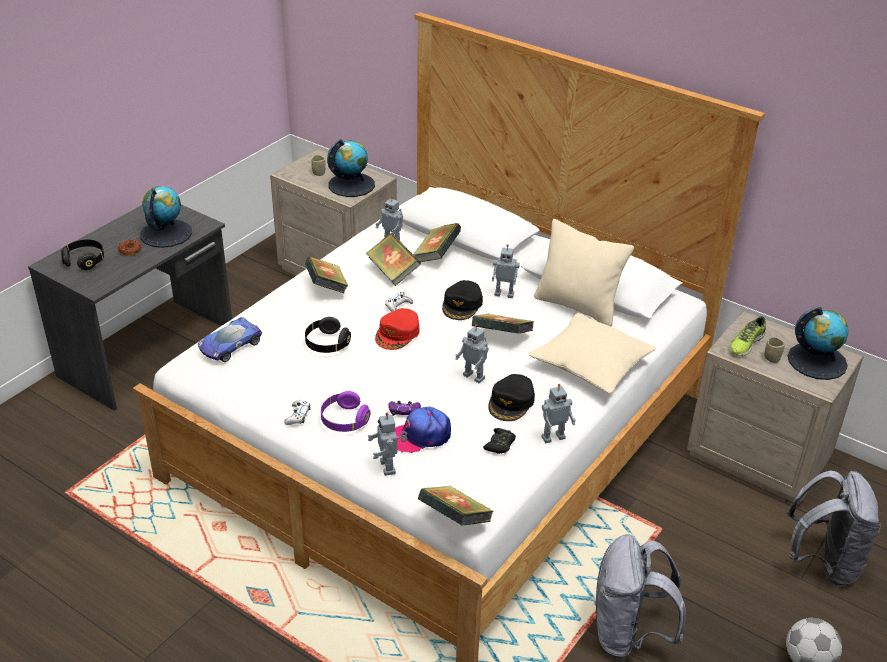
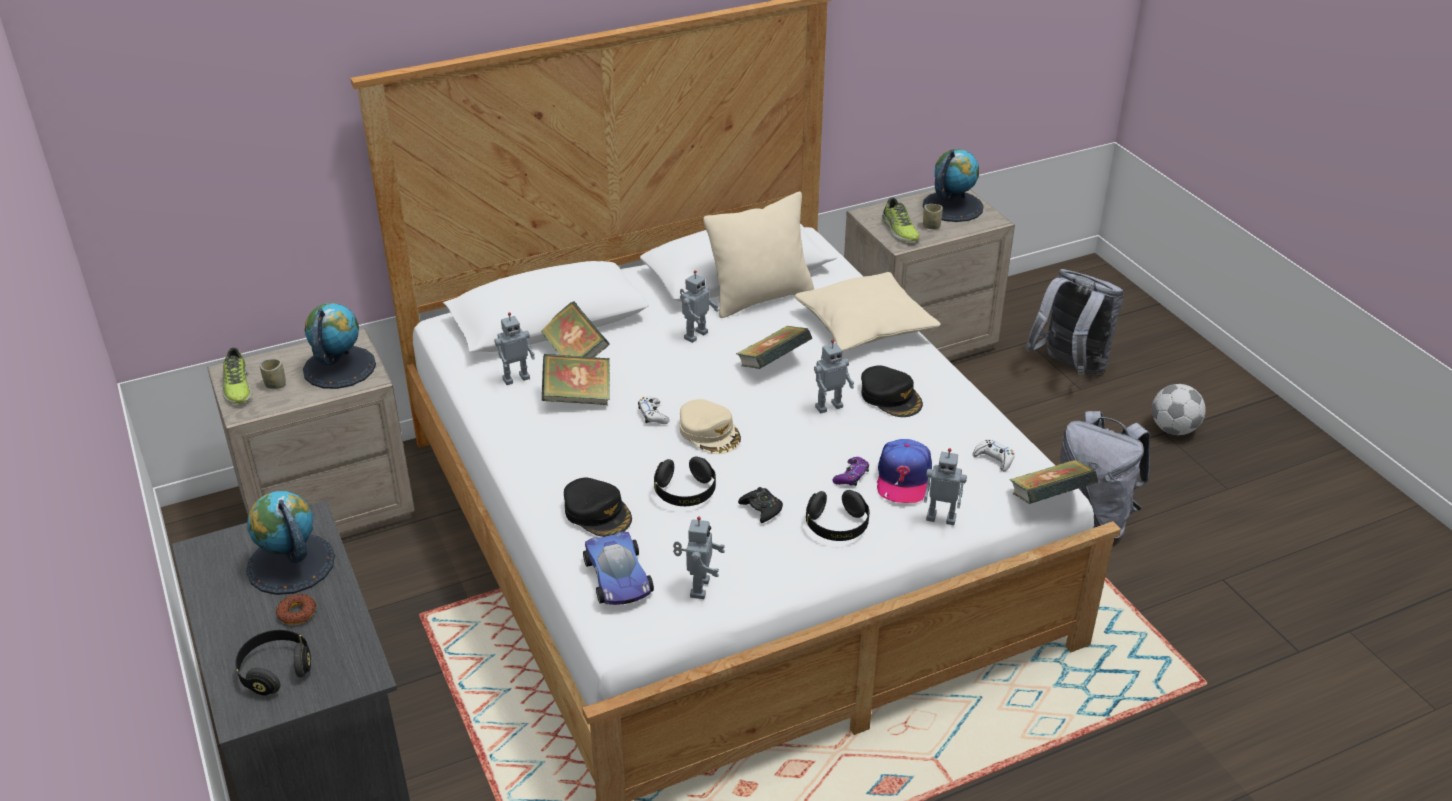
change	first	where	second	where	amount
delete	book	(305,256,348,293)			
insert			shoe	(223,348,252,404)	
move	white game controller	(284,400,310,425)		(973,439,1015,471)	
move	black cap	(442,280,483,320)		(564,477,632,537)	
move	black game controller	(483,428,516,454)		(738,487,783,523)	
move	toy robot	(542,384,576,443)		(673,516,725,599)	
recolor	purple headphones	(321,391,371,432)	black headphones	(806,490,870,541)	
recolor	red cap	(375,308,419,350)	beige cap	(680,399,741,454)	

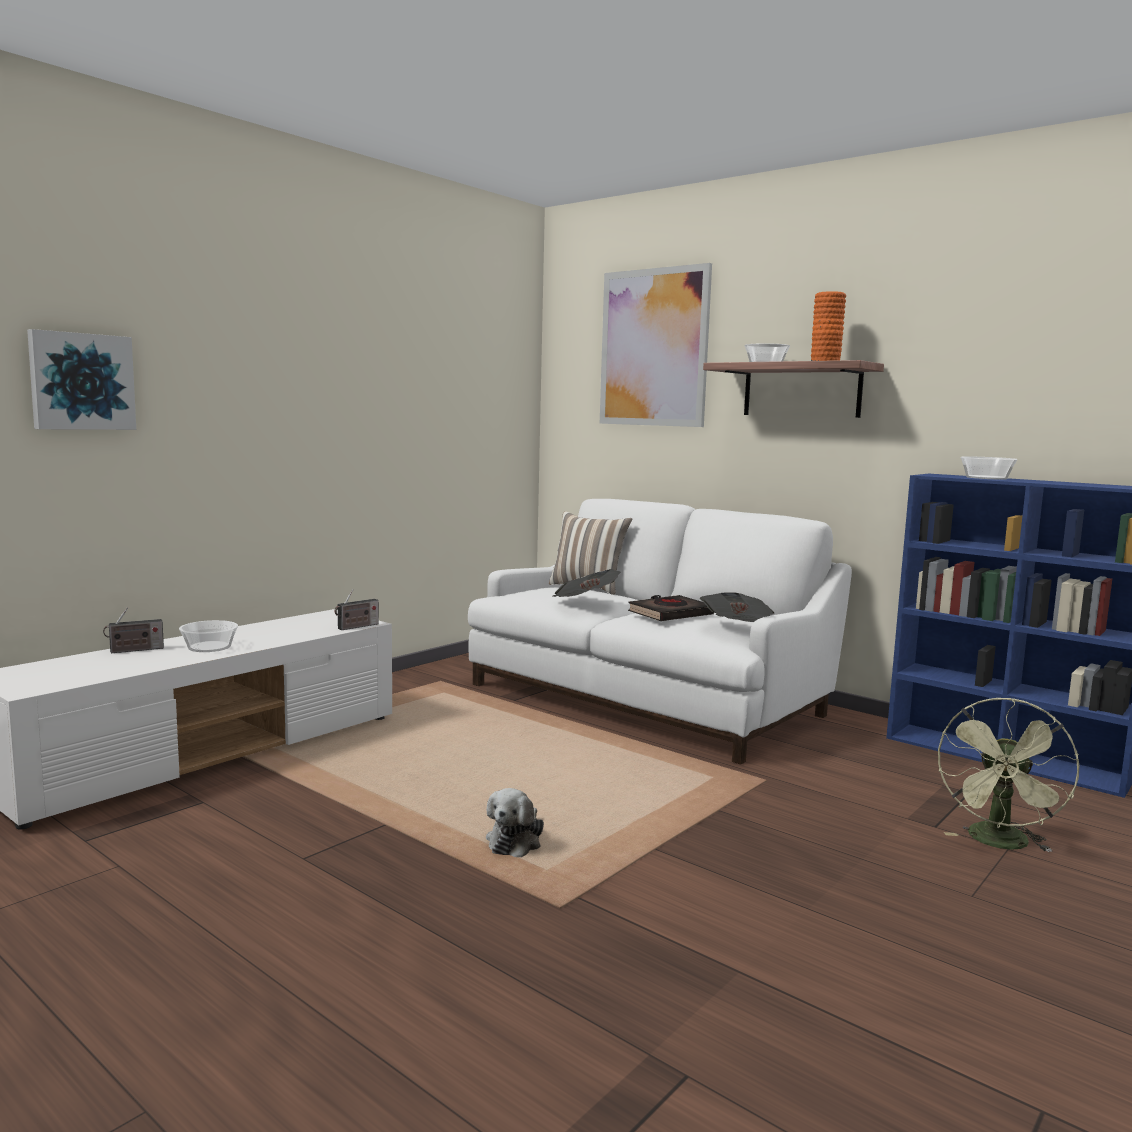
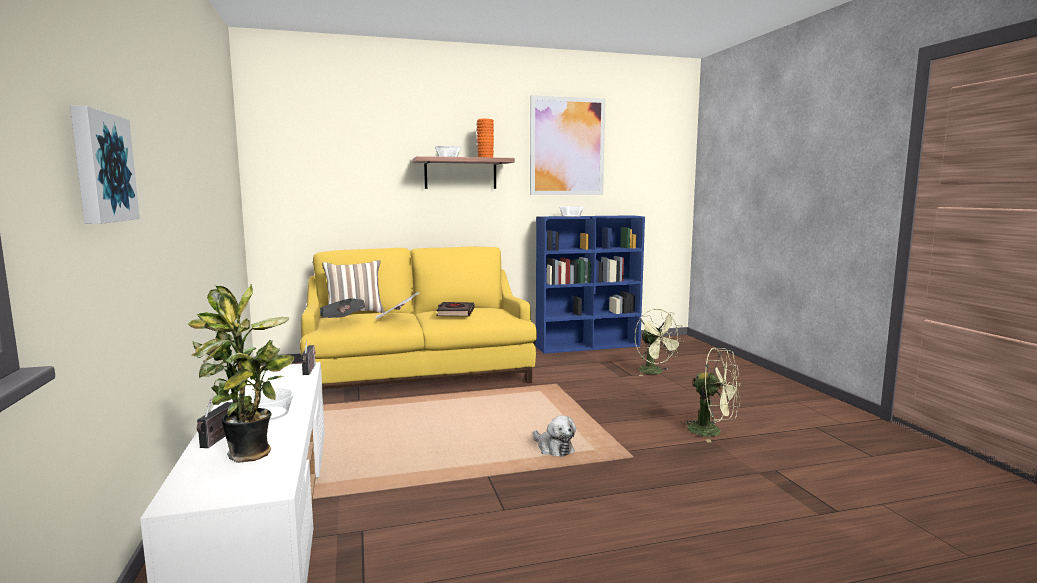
change	first	where	second	where	amount
insert			potted plant	(187,284,295,463)	
insert			green fan	(682,348,741,443)	
move	picture	(600,263,712,427)		(530,95,605,195)	
move	newspaper	(700,592,774,622)		(320,298,366,318)	
recolor	white sofa	(468,499,852,765)	yellow sofa	(300,247,537,389)	

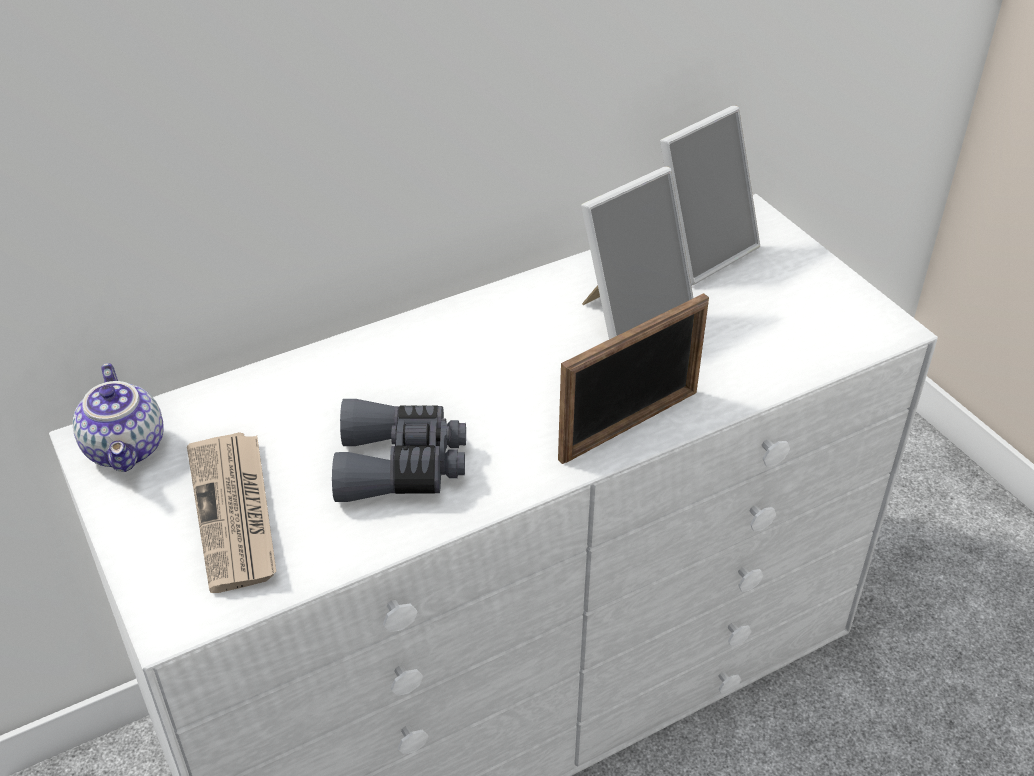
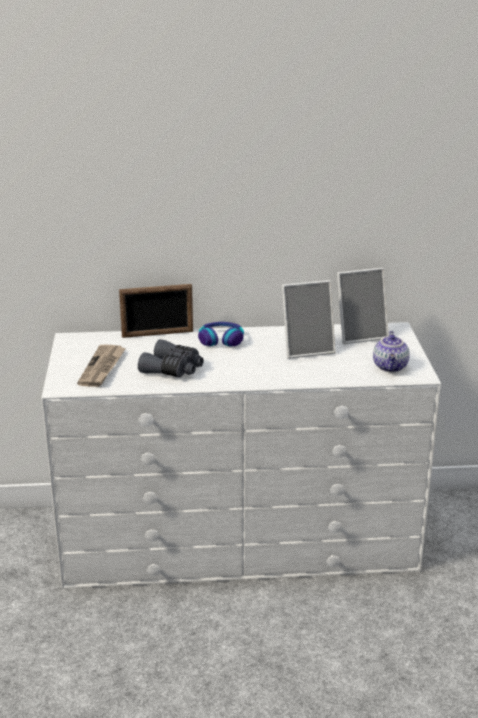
change	first	where	second	where	amount
insert			headphones	(198,322,244,347)	
move	teapot	(73,363,164,472)		(373,331,410,372)	
move	picture frame	(558,293,709,464)		(119,284,193,338)	

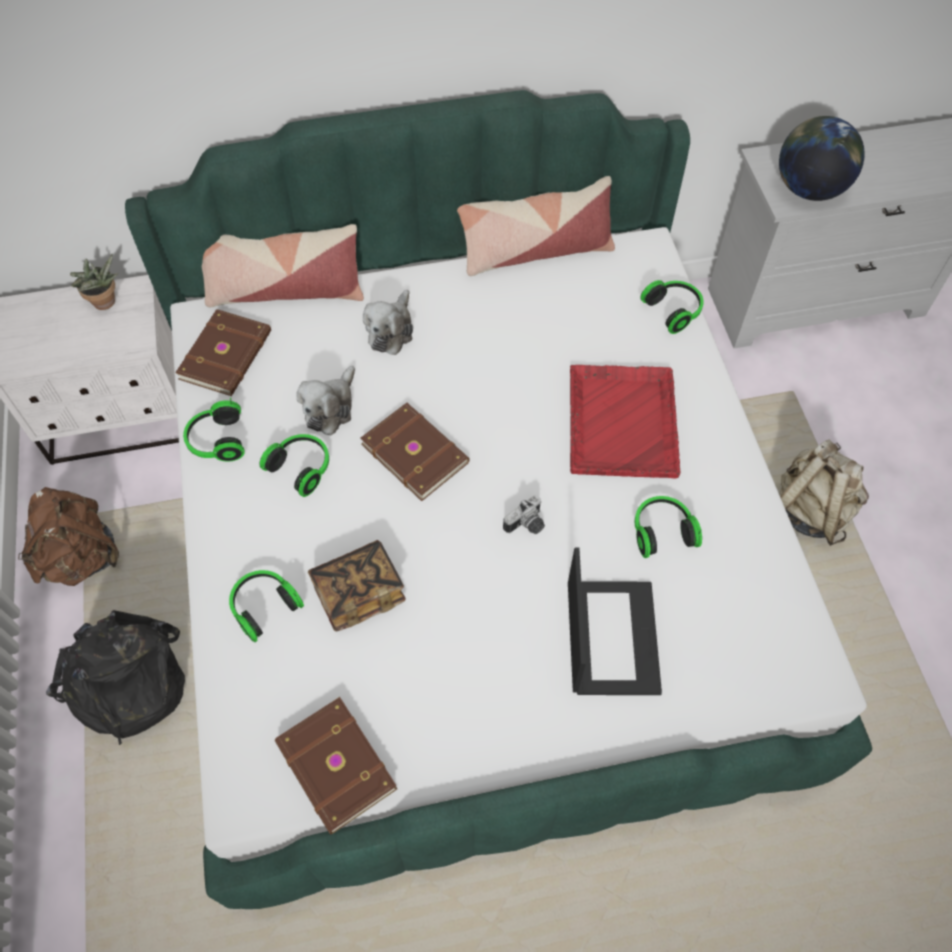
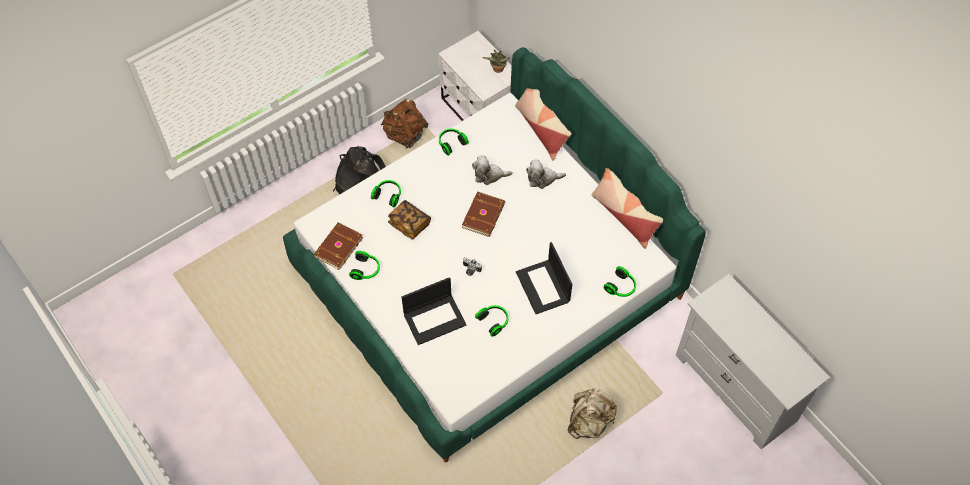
change	first	where	second	where	amount
delete	brown book	(175,309,271,396)			
delete	globe	(779,116,865,201)			
move	headphones	(259,434,329,497)		(349,251,380,280)	
replace	red tray	(570,365,680,478)	laptop	(516,242,572,314)	

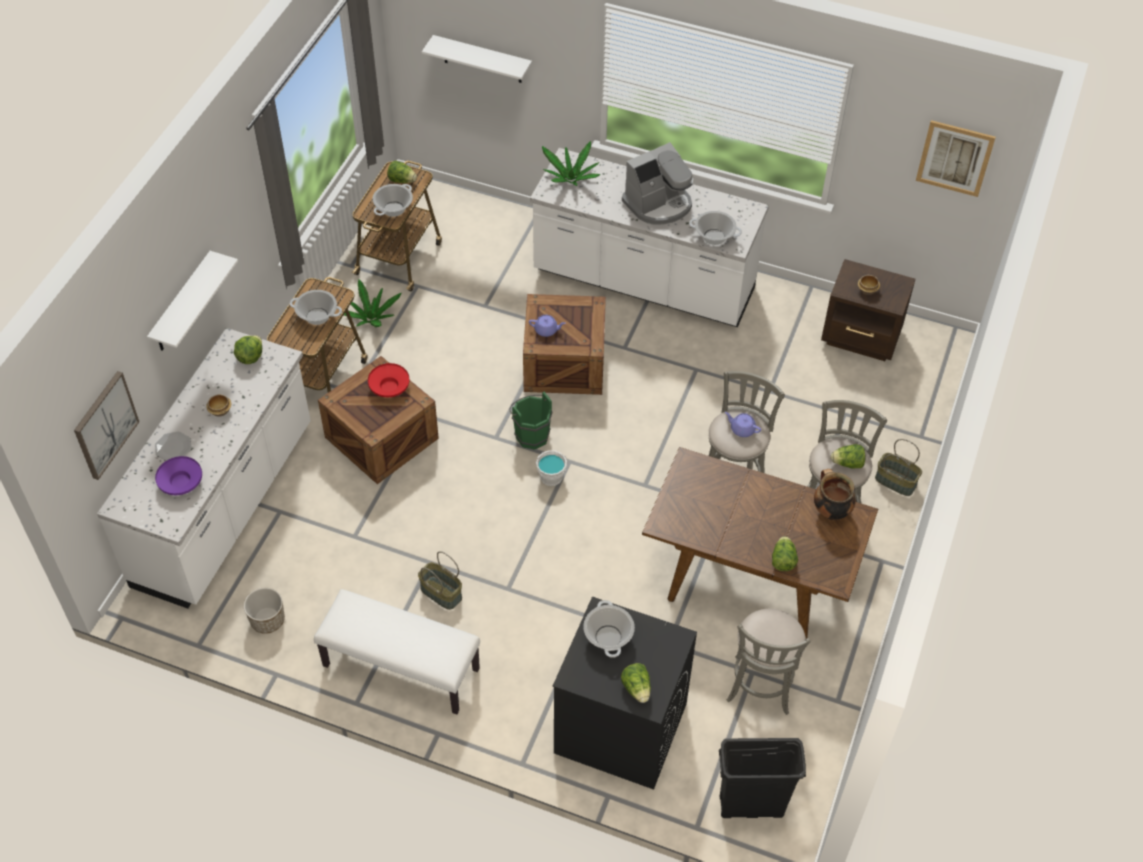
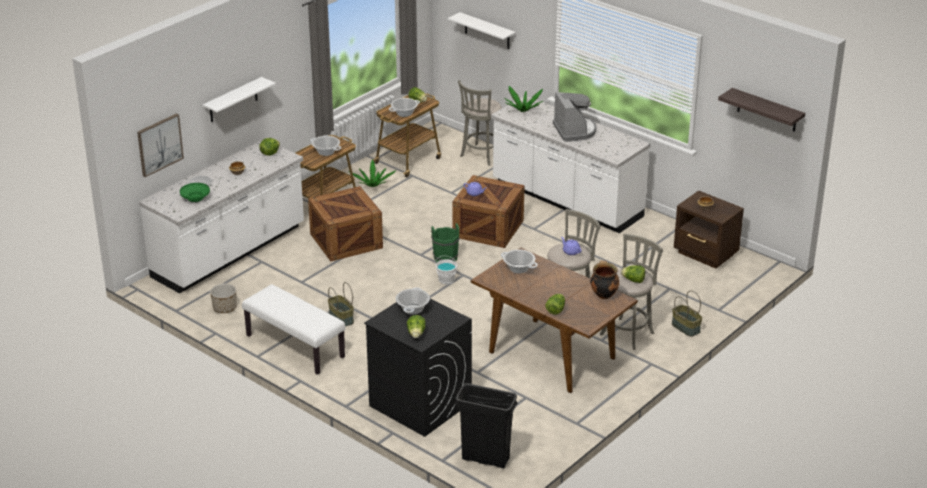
change	first	where	second	where	amount
delete	red bowl	(368,363,409,397)			
move	cooking pot	(689,211,742,245)		(501,249,538,273)	
move	grey stool	(727,609,810,715)		(458,80,502,166)	
replace	picture	(916,120,996,197)	shelf	(718,88,805,132)	
recolor	purple bowl	(155,456,202,495)	green bowl	(180,183,210,202)	
rotate	coffee machine	(622,142,693,225)		(553,92,596,142)	90 degrees counterclockwise

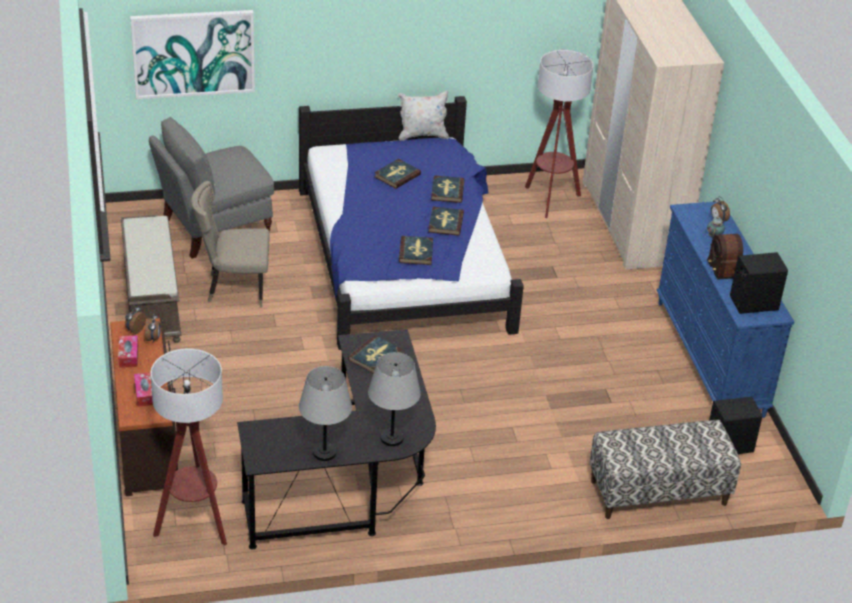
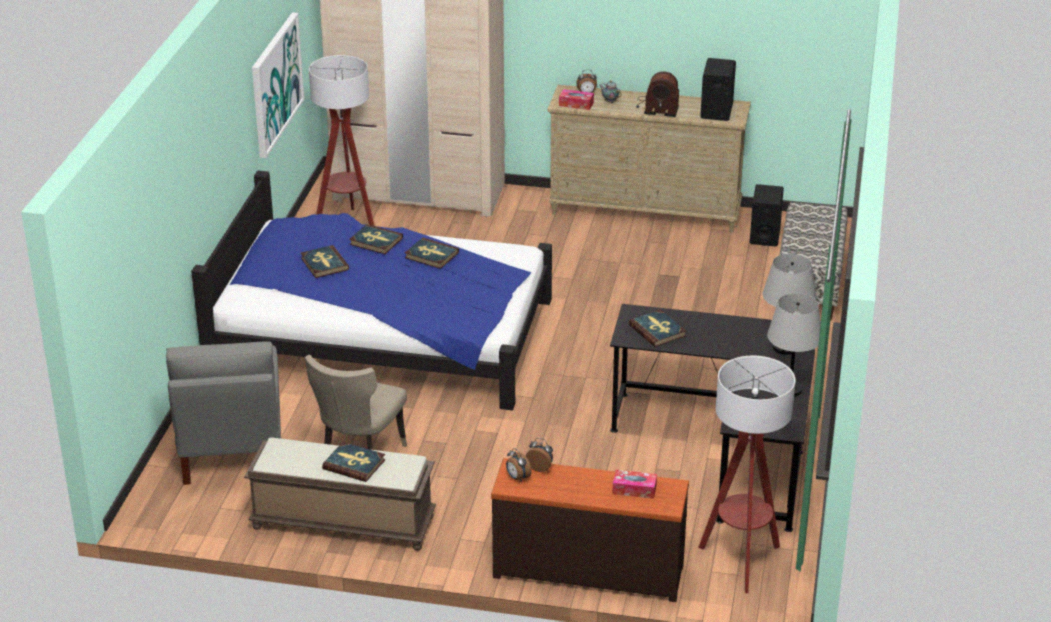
change	first	where	second	where	amount
delete	white pillow	(398,91,449,141)			
move	tissue box	(118,335,138,368)		(559,89,594,110)	
move	picture	(130,10,255,99)		(252,12,304,158)	
move	book	(399,236,433,265)		(322,442,386,482)	
recolor	blue dresser	(656,201,794,418)	beige dresser	(548,85,751,233)	

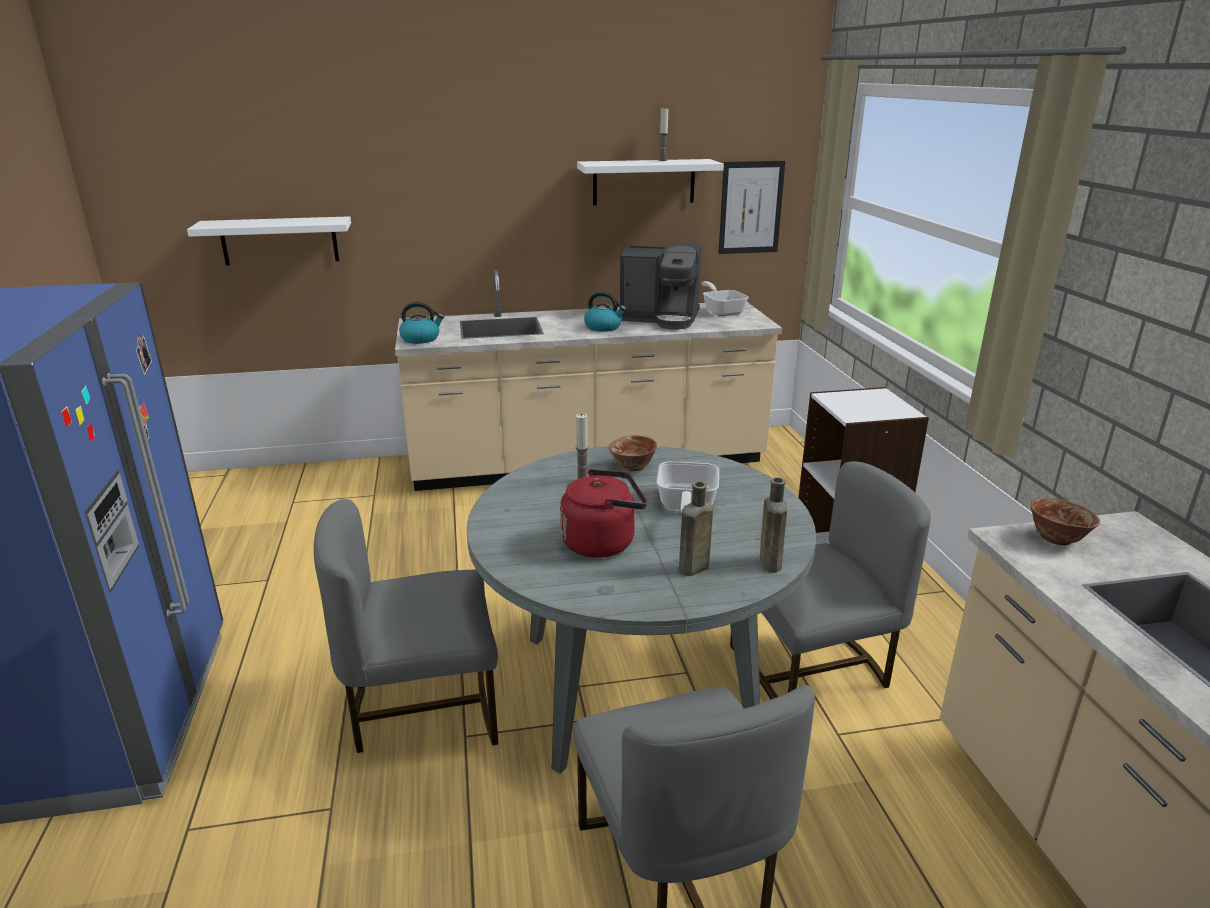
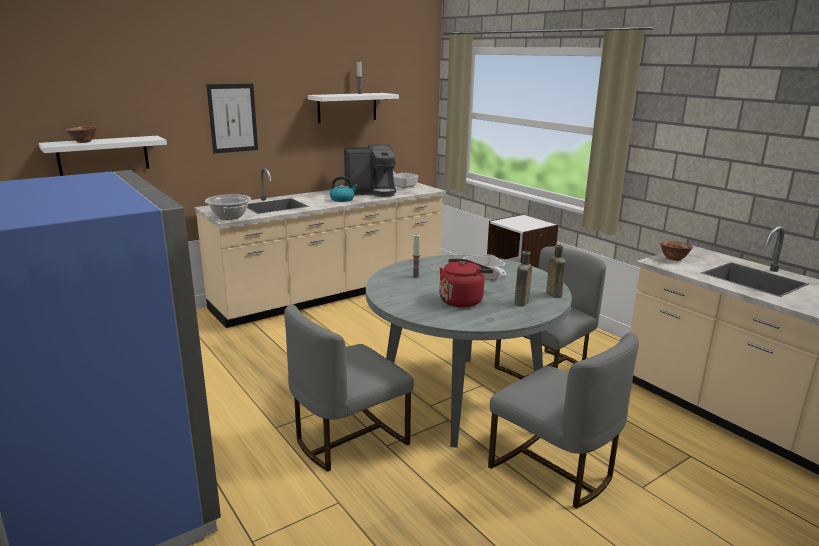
change	first	where	second	where	amount
move	bowl	(609,435,657,471)		(66,126,96,143)	
move	picture	(719,161,785,254)		(206,84,258,153)	
replace	kettle	(399,302,444,344)	cooking pot	(205,194,251,220)	

